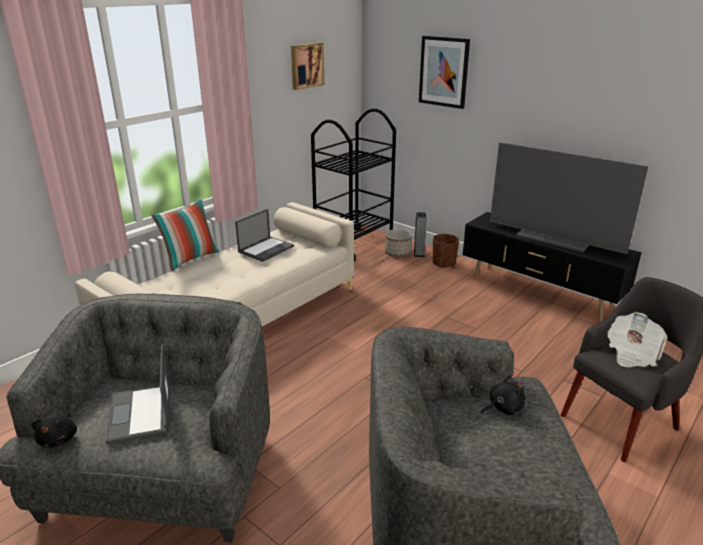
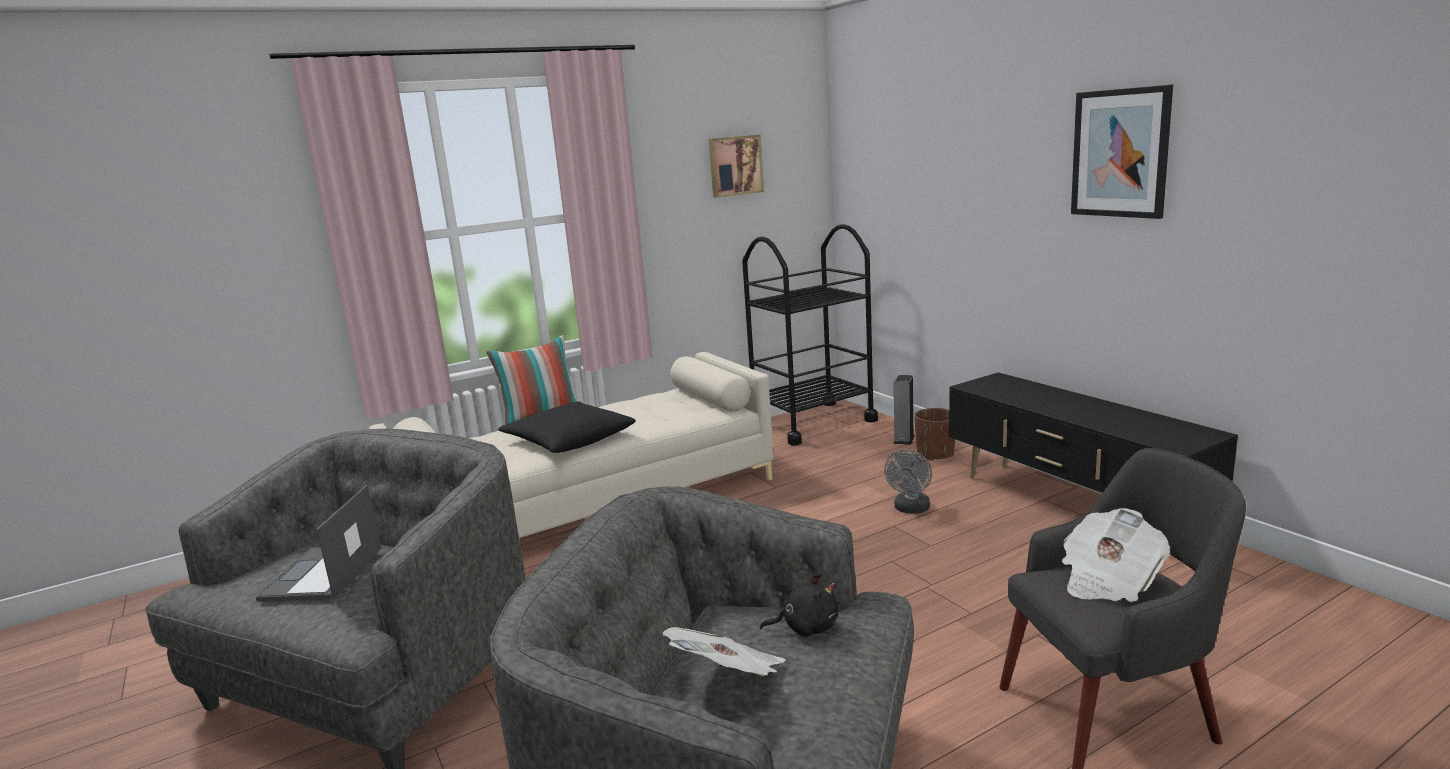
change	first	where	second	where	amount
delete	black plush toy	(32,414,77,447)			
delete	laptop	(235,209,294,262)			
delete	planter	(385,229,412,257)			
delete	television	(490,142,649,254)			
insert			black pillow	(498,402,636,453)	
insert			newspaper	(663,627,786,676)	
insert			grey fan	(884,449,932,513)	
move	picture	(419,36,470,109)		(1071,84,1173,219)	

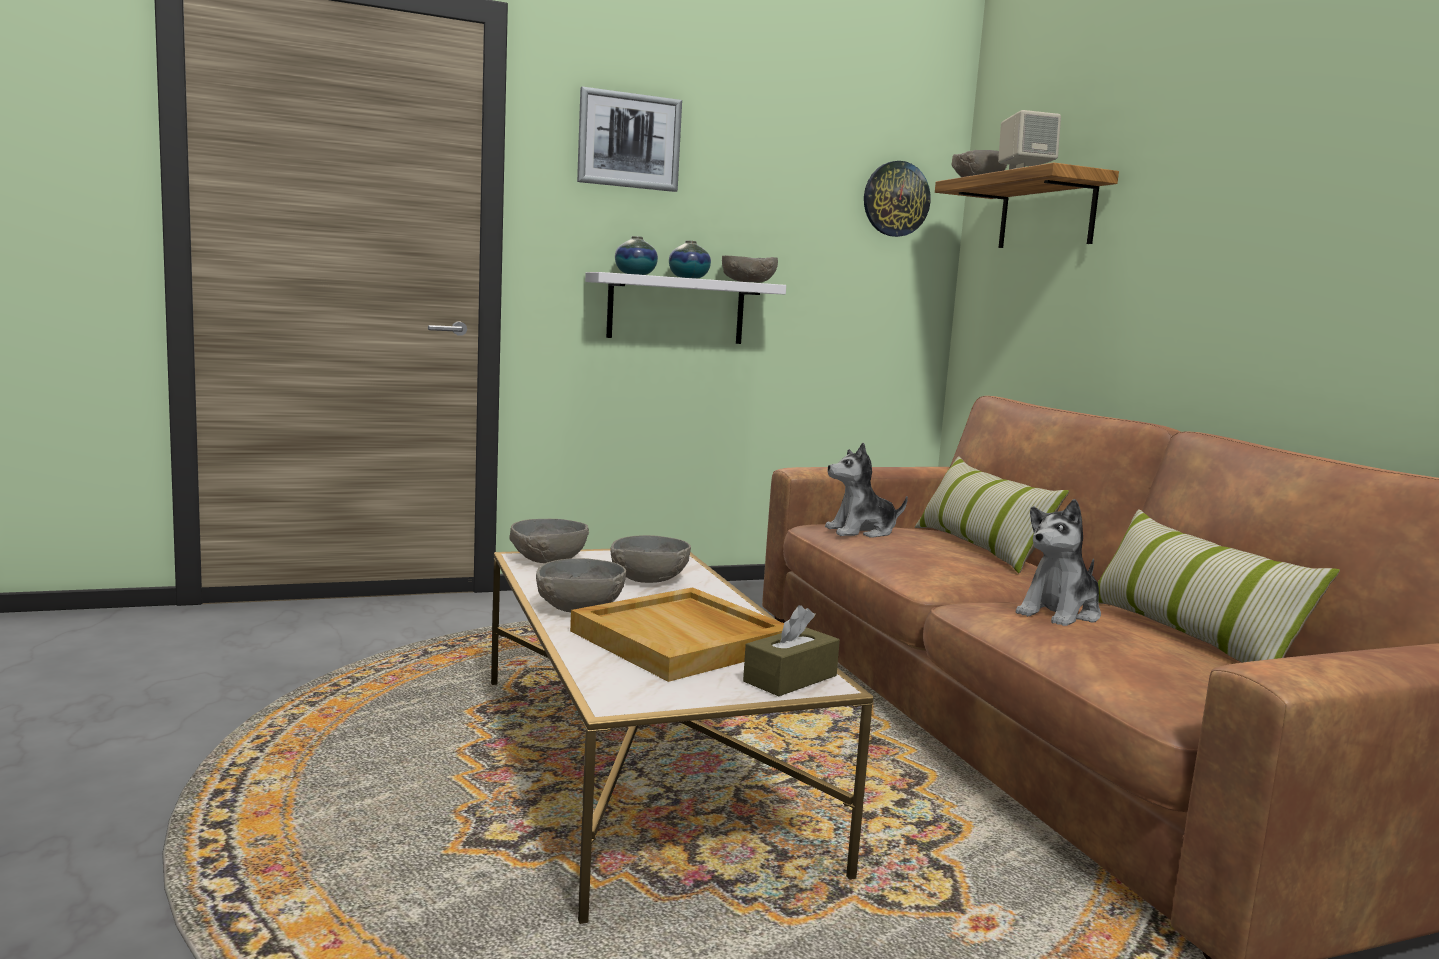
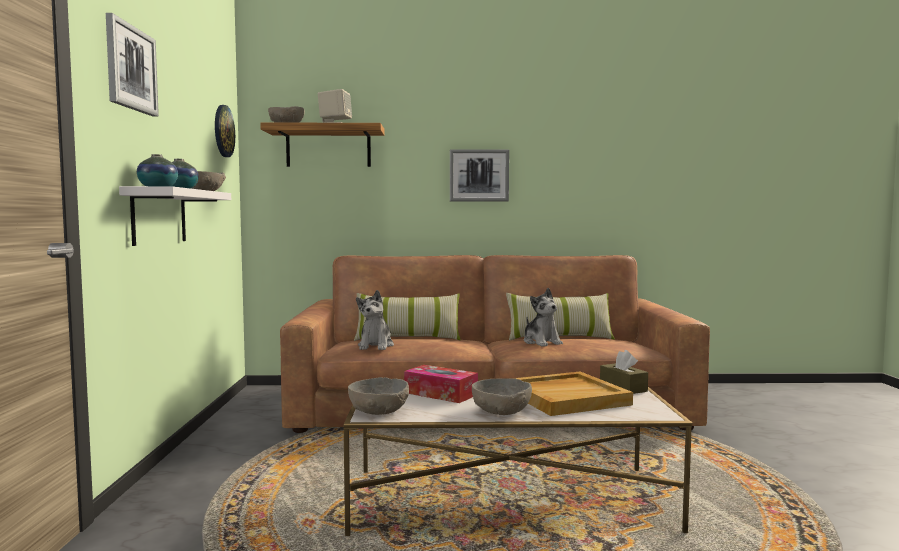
change	first	where	second	where	amount
insert			picture	(450,150,509,202)	
replace	grey bowl	(610,535,691,583)	tissue box	(404,365,478,403)	

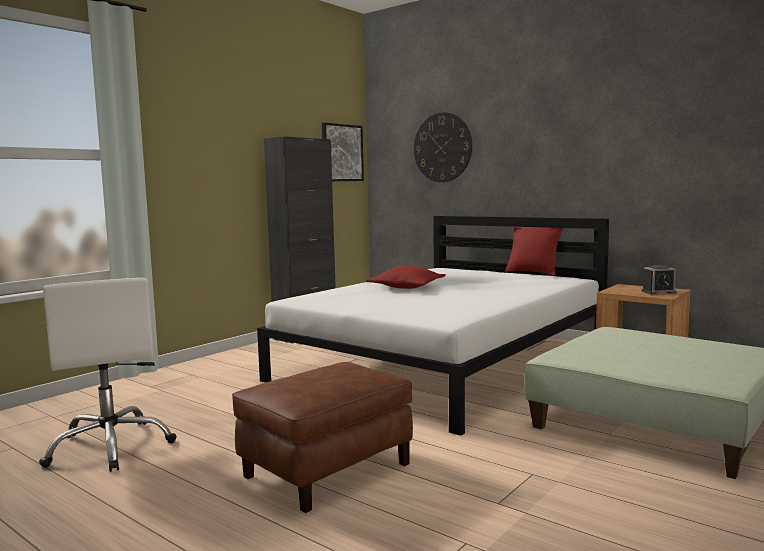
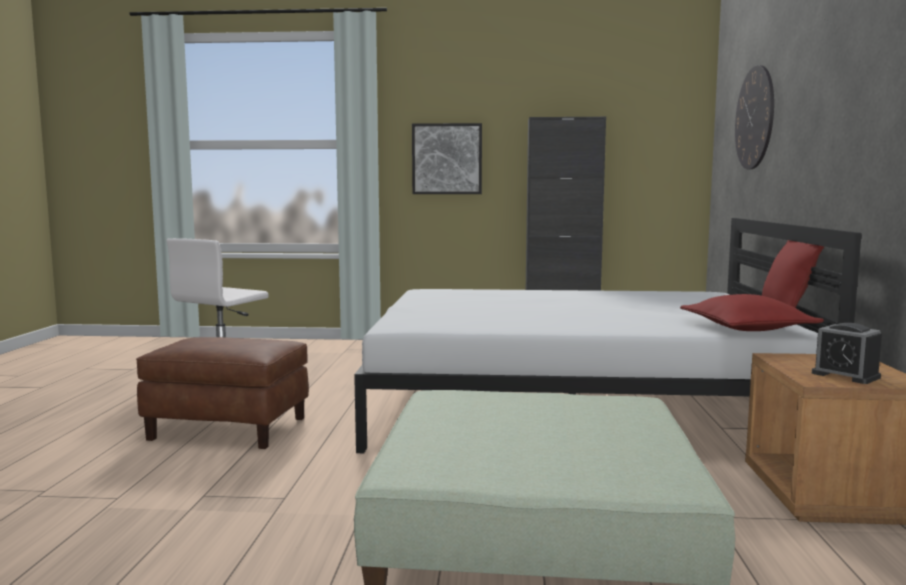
change	first	where	second	where	amount
move	picture	(322,123,364,181)		(412,123,482,194)	
move	red pillow	(366,266,446,289)		(680,294,824,331)	

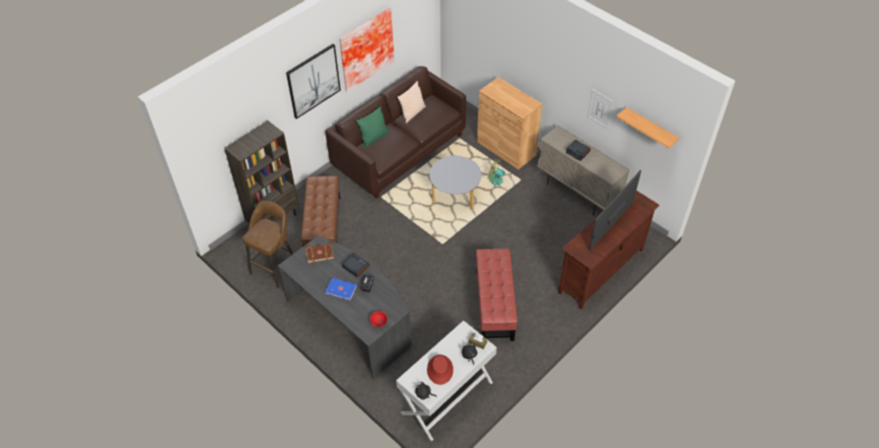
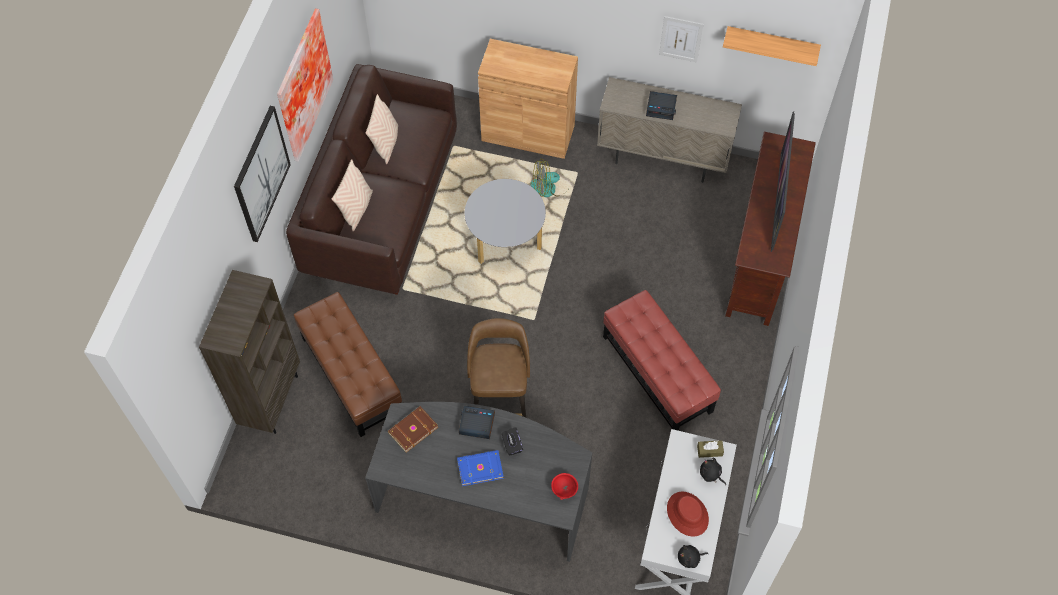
change	first	where	second	where	amount
move	brown stool	(242,201,293,288)		(467,318,530,417)	
recolor	green pillow	(356,106,389,148)	beige pillow	(331,159,373,231)	

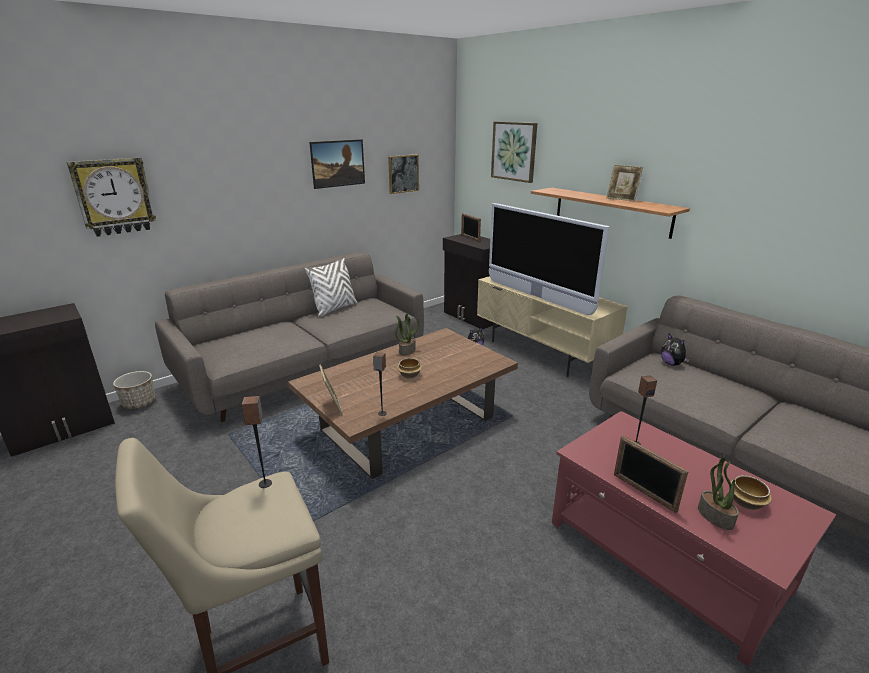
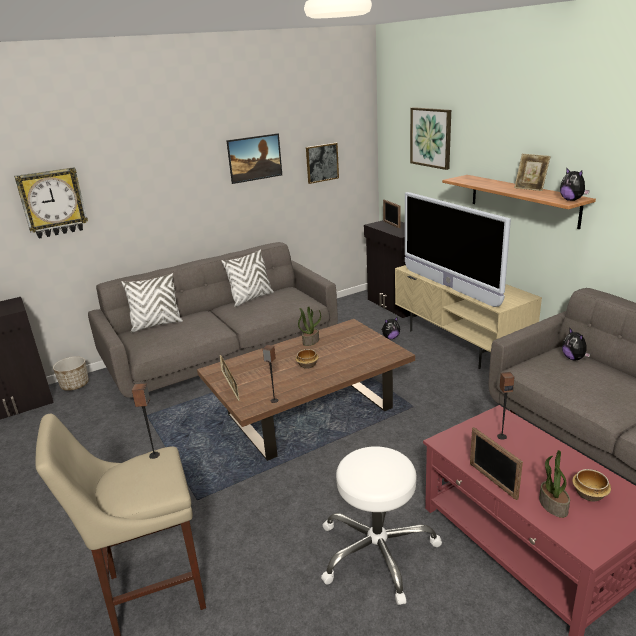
change	first	where	second	where	amount
insert			white pillow	(122,273,183,333)	
insert			white stool	(321,446,442,605)	
insert			plush toy	(560,168,590,201)	

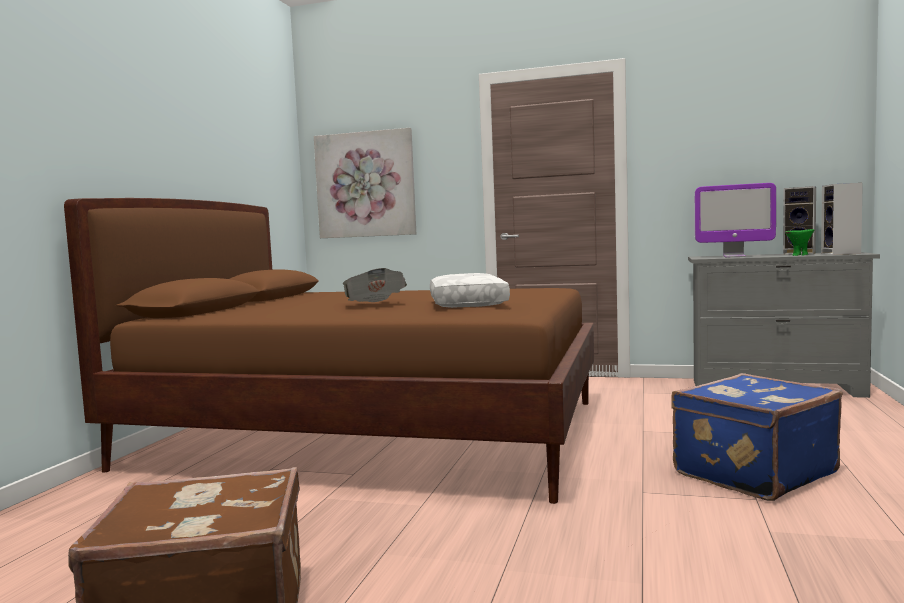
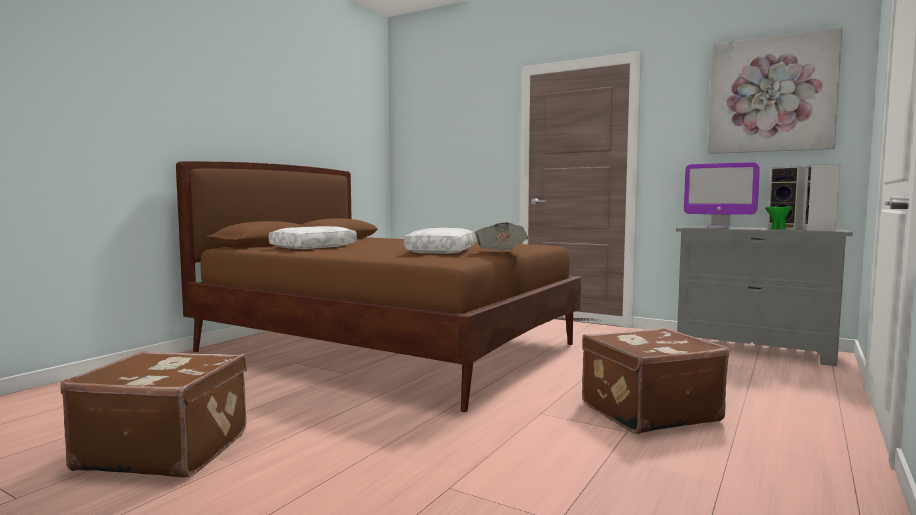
change	first	where	second	where	amount
insert			white pillow	(269,226,357,249)	
move	picture	(314,128,416,238)		(708,27,843,154)	
move	newspaper	(343,268,407,302)		(475,222,528,251)	
recolor	blue suitcase	(671,373,843,501)	brown suitcase	(582,327,730,434)	

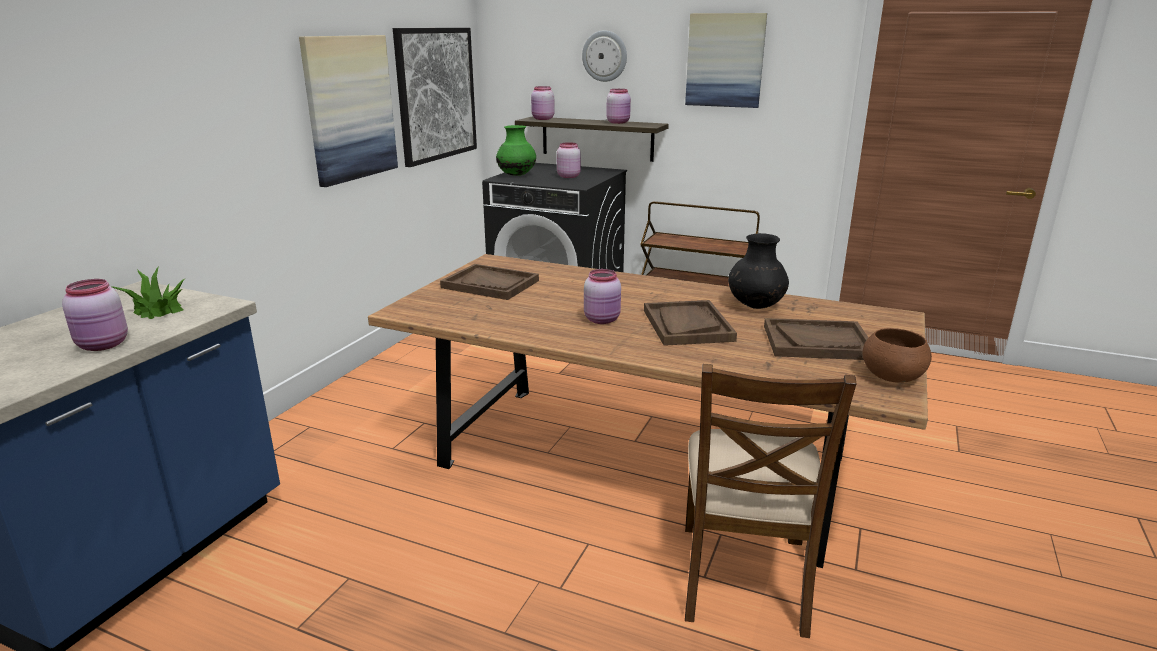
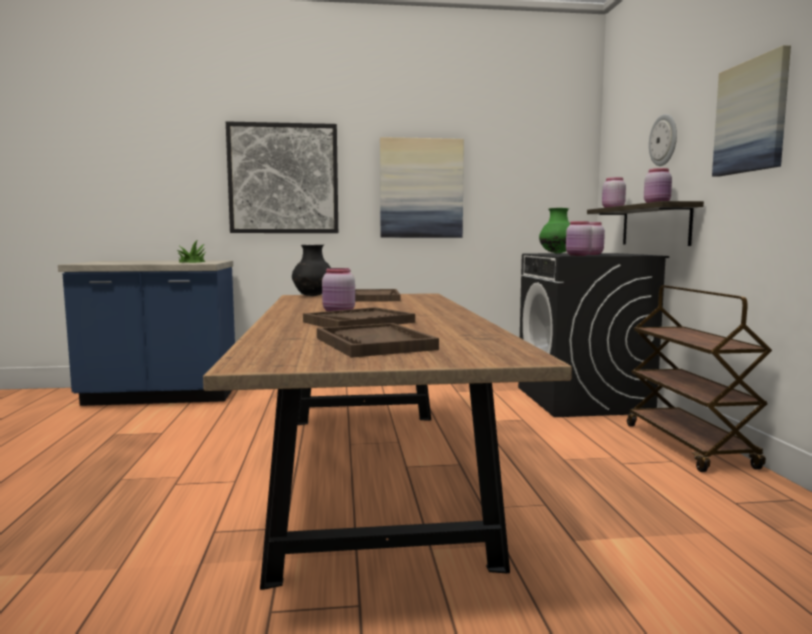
change	first	where	second	where	amount
delete	brown chair	(685,364,857,638)			
delete	brown bowl	(862,328,932,383)			
move	pink jar	(62,279,128,351)		(566,221,593,256)	
move	picture	(393,28,477,167)		(226,121,338,233)	
move	black vase	(728,233,789,309)		(292,245,331,296)	

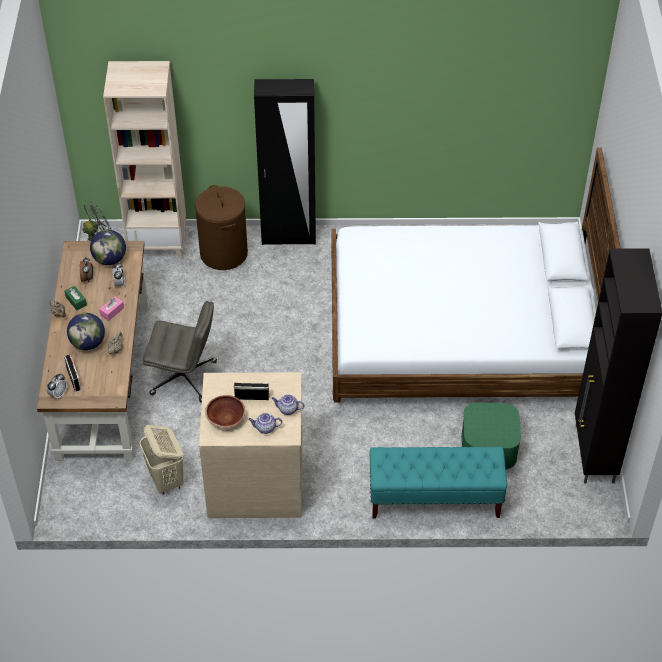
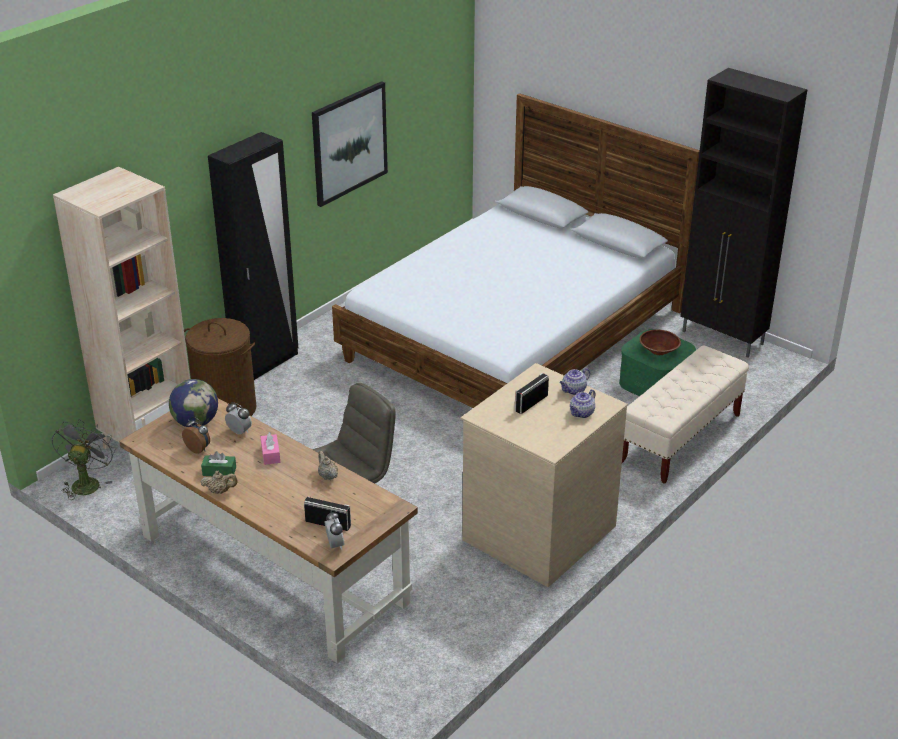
change	first	where	second	where	amount
delete	globe	(67,313,105,350)			
delete	beige laundry basket	(140,425,184,495)			
insert			picture	(312,81,388,207)	
move	brown bowl	(205,395,245,428)		(639,330,681,355)	
recolor	turquoise bench	(370,447,507,519)	beige bench	(622,345,749,484)	

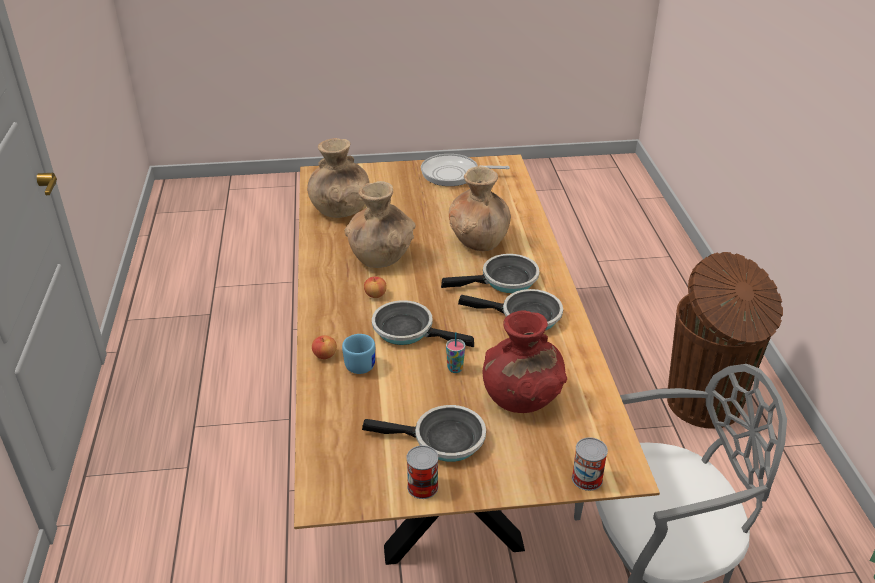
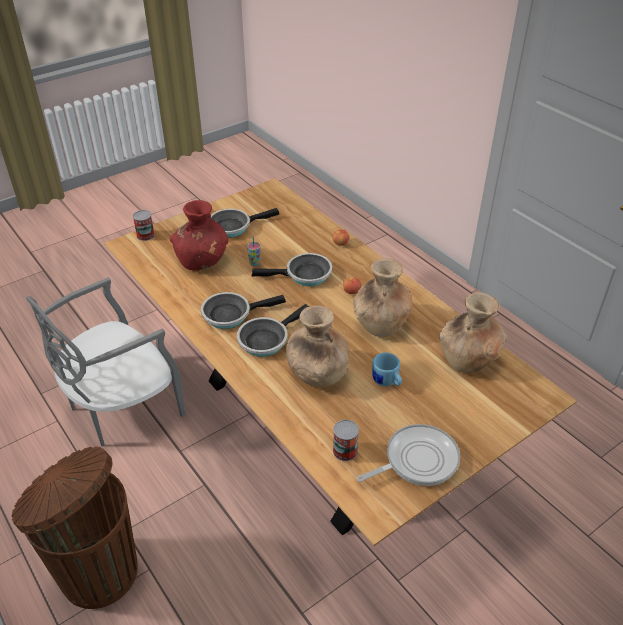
change	first	where	second	where	amount
move	blue mug	(342,334,375,374)		(372,353,402,386)	
move	can	(406,445,438,499)		(333,420,359,461)	

